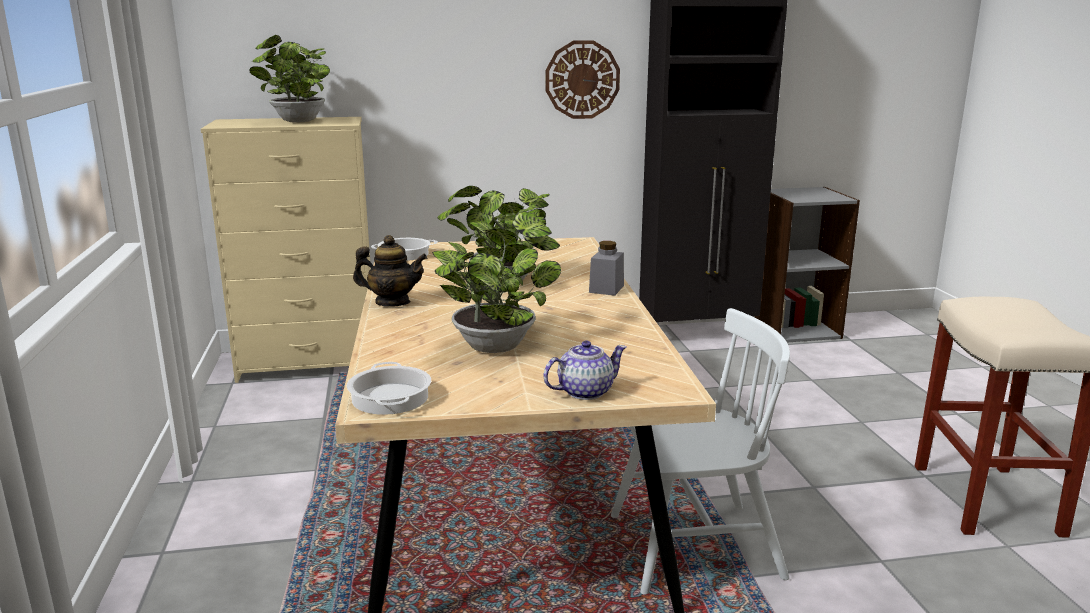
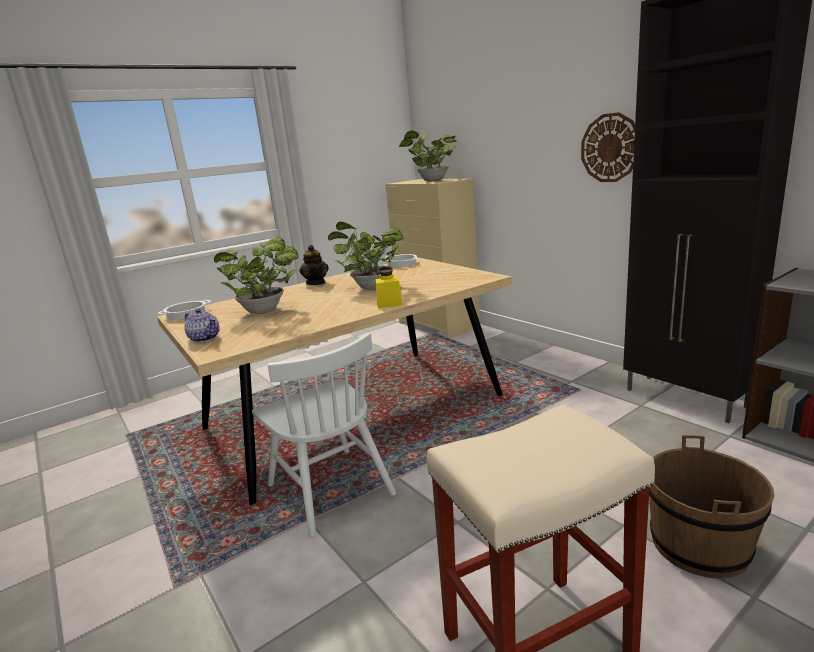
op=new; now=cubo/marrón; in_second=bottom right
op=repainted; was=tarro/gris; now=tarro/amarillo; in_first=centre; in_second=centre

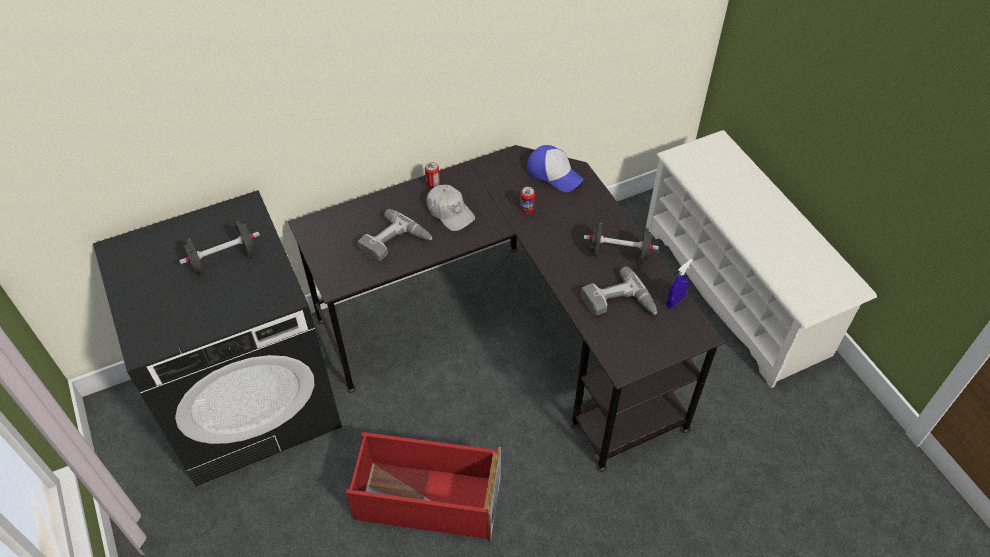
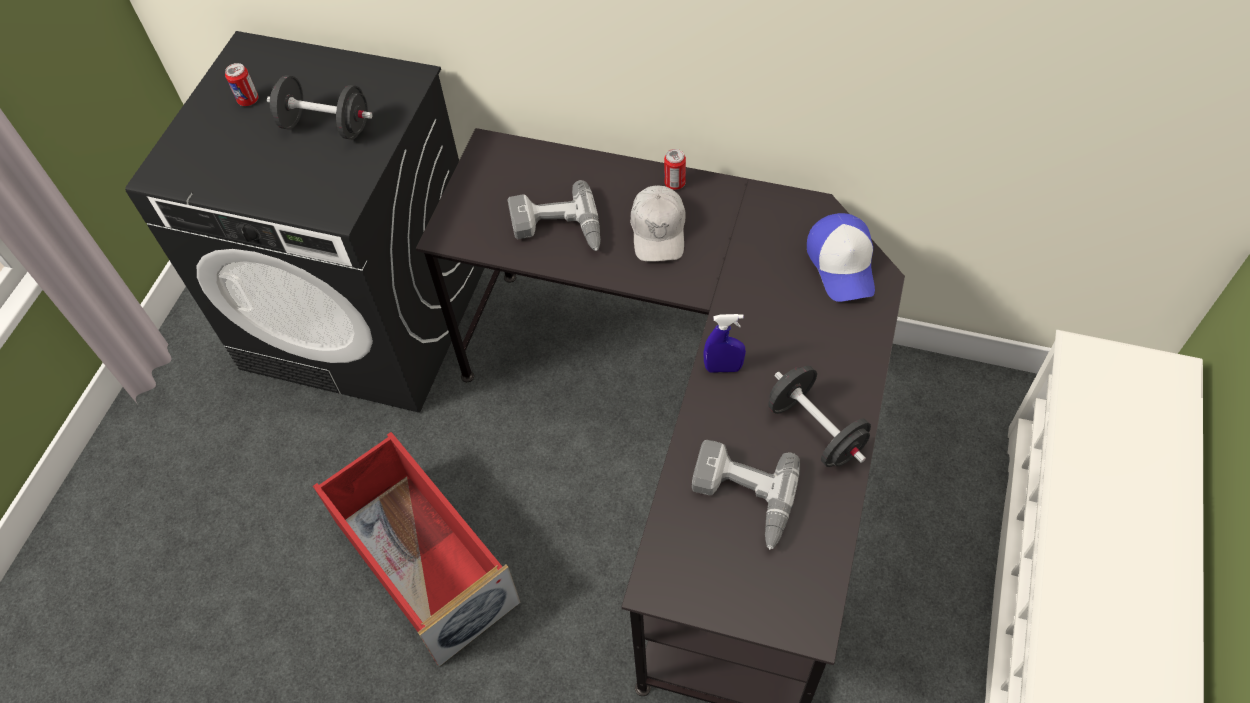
op=shifted; was=lata (no. 2 from left in the first image); now=lata (no. 1 from left); in_first=centre; in_second=top left
op=shifted; was=pulverizador/azul; in_first=middle right; in_second=centre

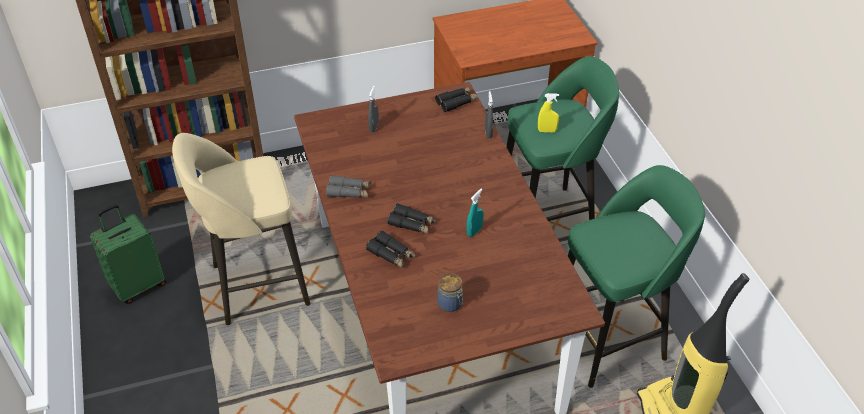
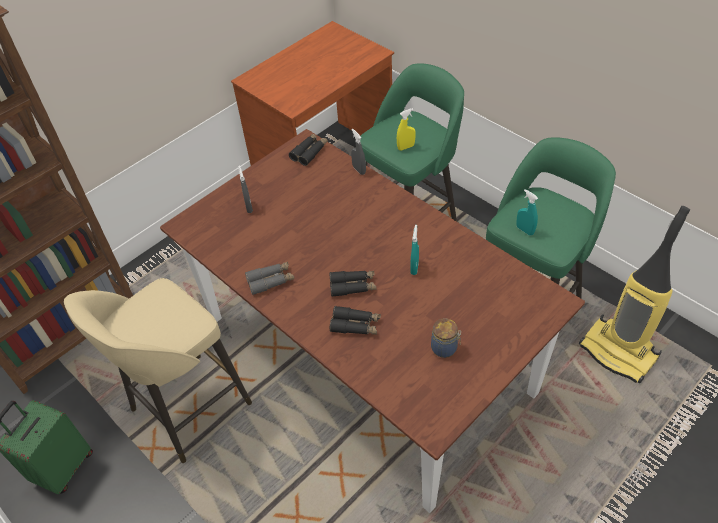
op=new; now=pulverizador/turquesa (no. 2 from left); in_second=middle right

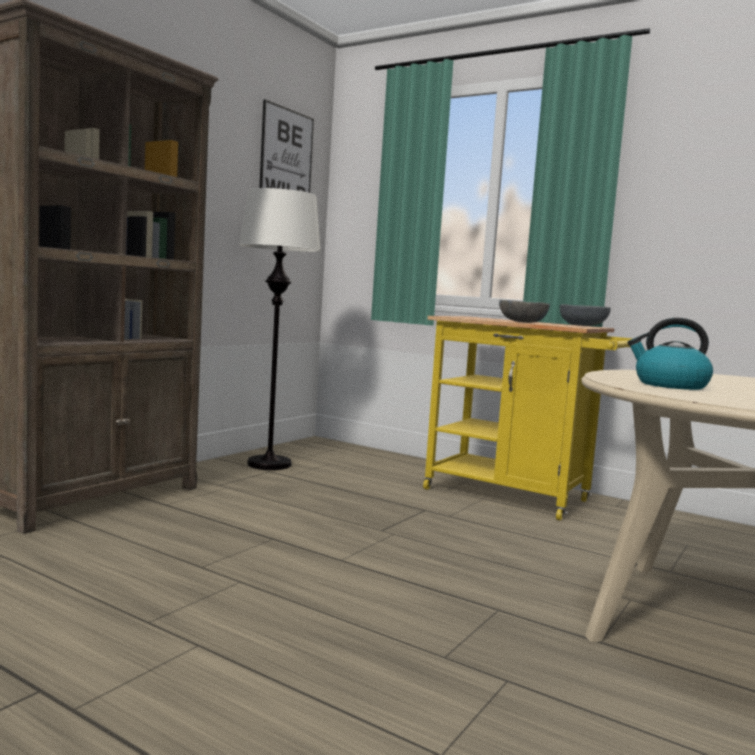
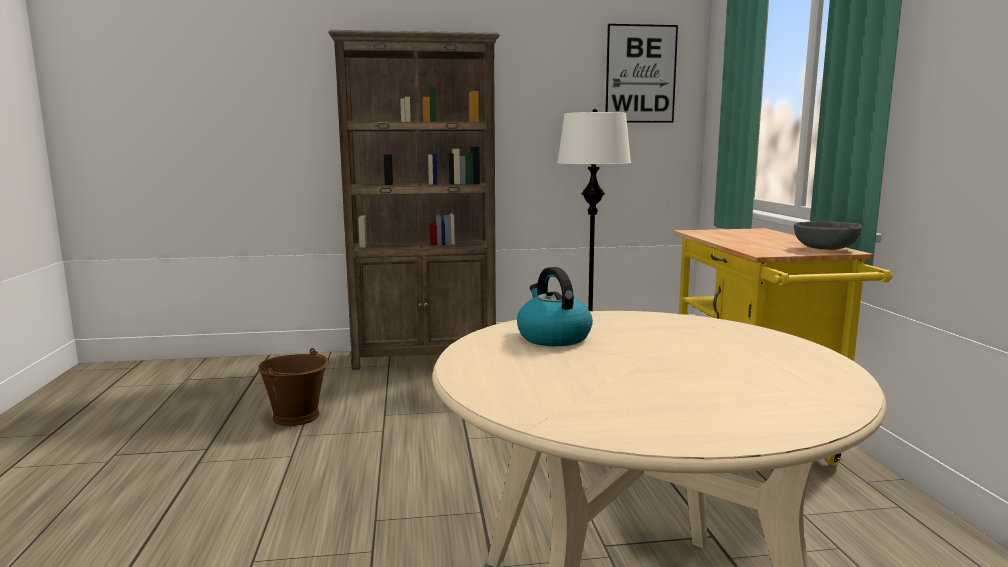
op=gone; was=cuenco/gris (no. 1 from left); in_first=middle right
op=new; now=cubo/marrón; in_second=bottom left

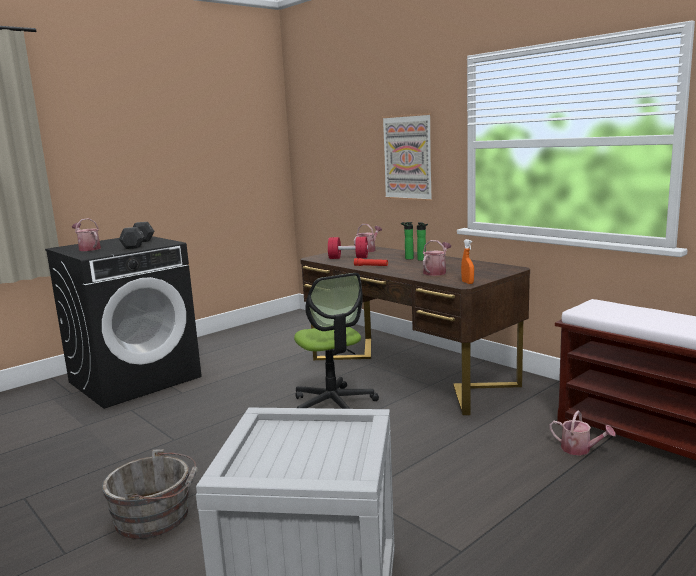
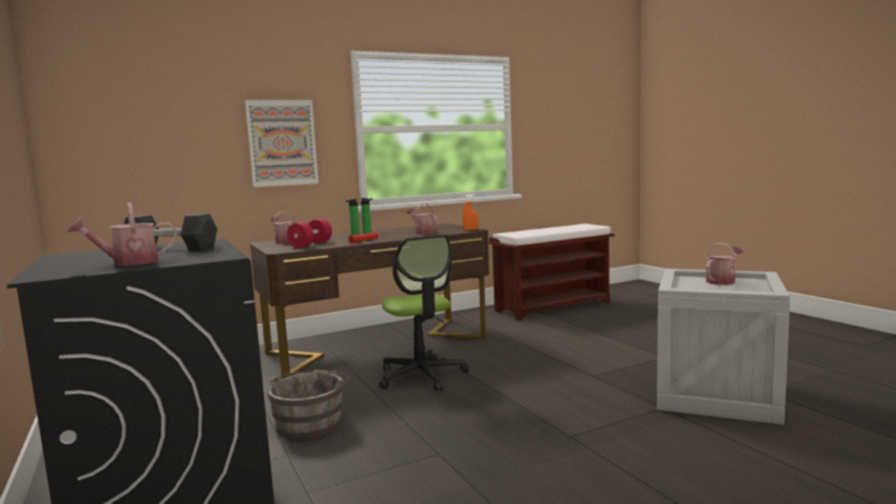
op=shifted; was=cubo/gris; in_first=bottom left; in_second=bottom centre
op=shifted; was=regadera (no. 4 from left); in_first=bottom right; in_second=middle right
op=rotated; was=silla de oficina; in_first=centre; in_second=centre; clockwise=75

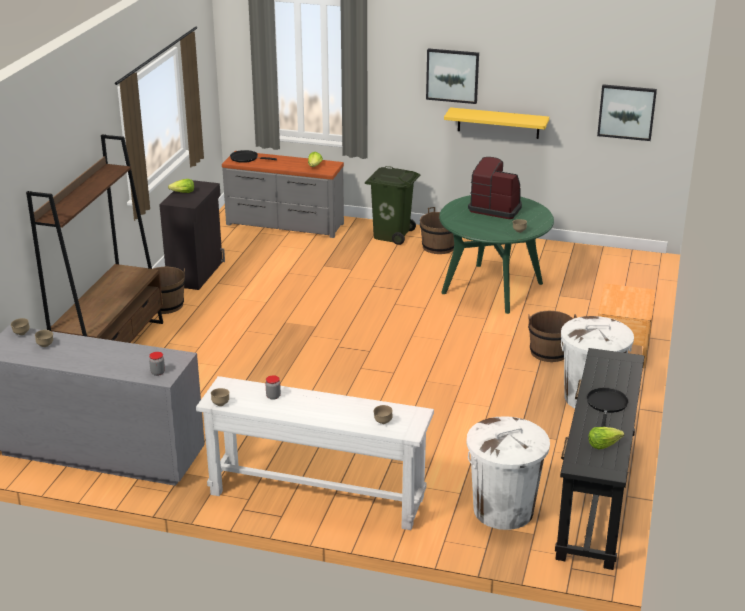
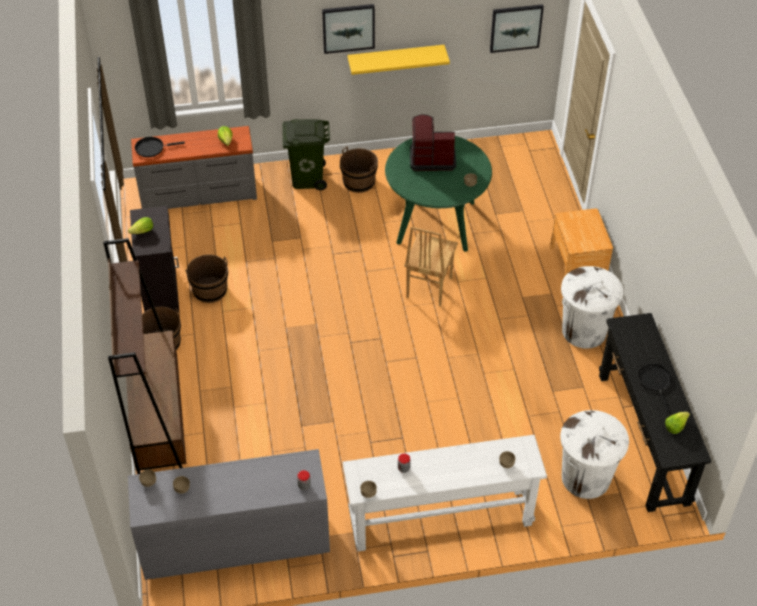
op=new; now=silla/marrón; in_second=centre
op=shifted; was=cubo/marrón (no. 3 from left in the first image); now=cubo/marrón (no. 2 from left); in_first=middle right; in_second=middle left

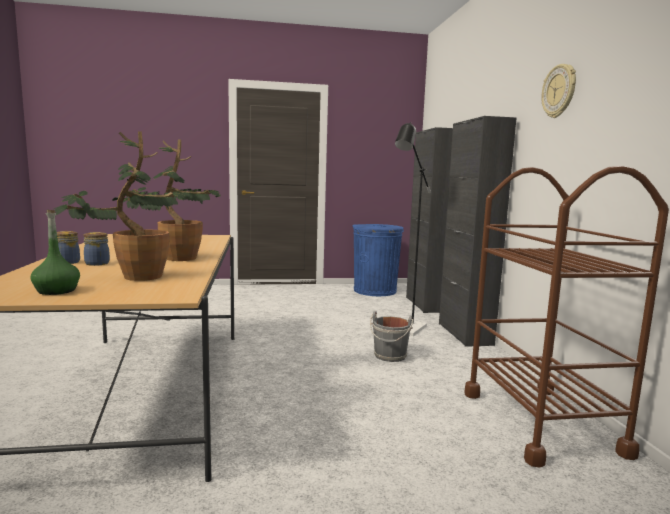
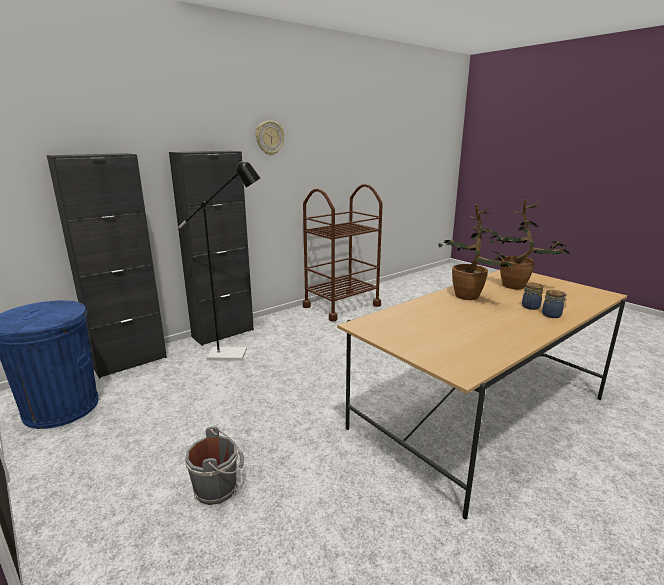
op=gone; was=botella/verde; in_first=middle left
op=shifted; was=cubo/gris; in_first=centre; in_second=bottom left

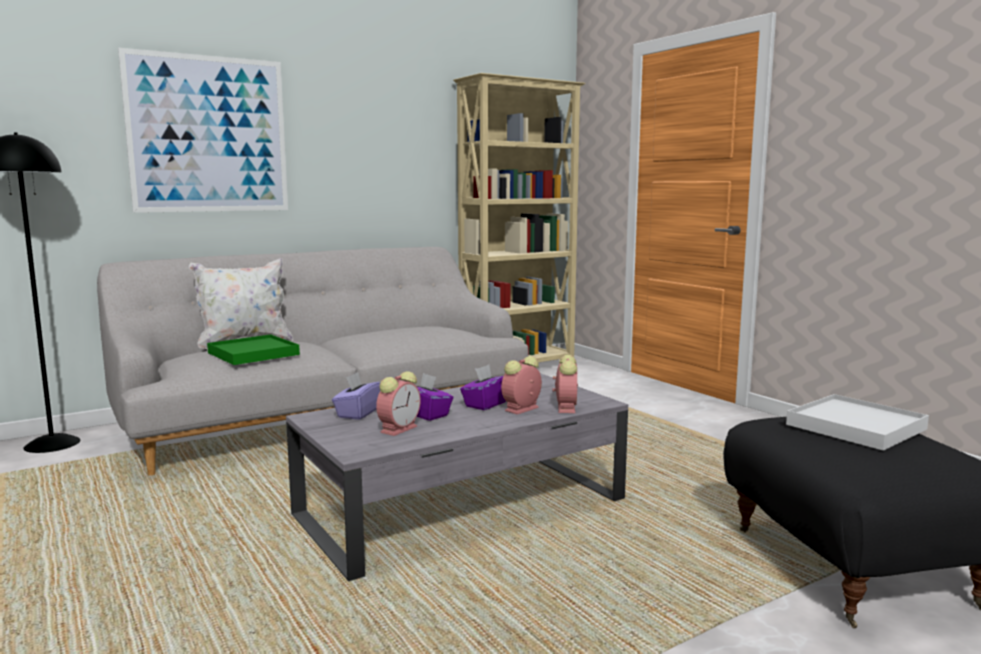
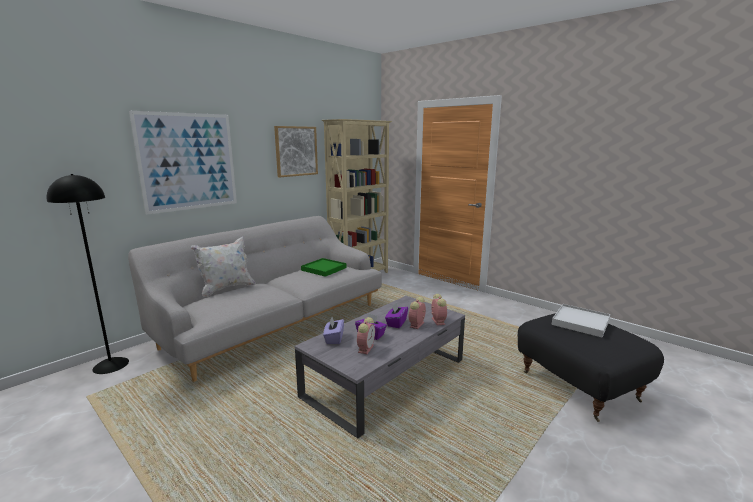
op=new; now=cuadro (no. 2 from left); in_second=top centre
op=shifted; was=bandeja/verde; in_first=middle left; in_second=centre

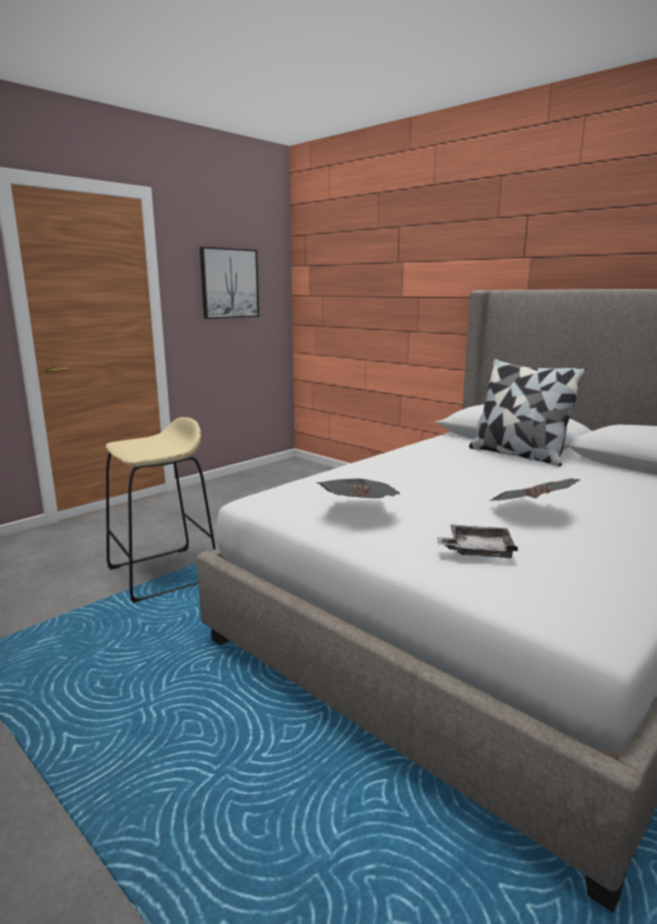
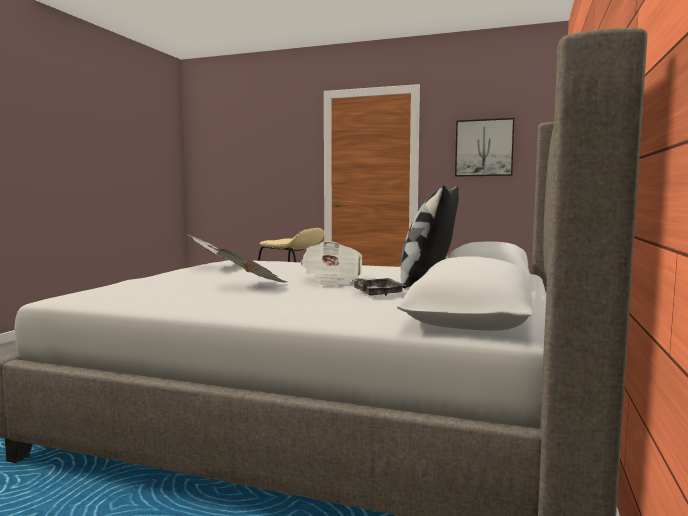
op=new; now=periódico (no. 3 from left); in_second=centre
op=shifted; was=bandeja/gris; in_first=middle right; in_second=centre

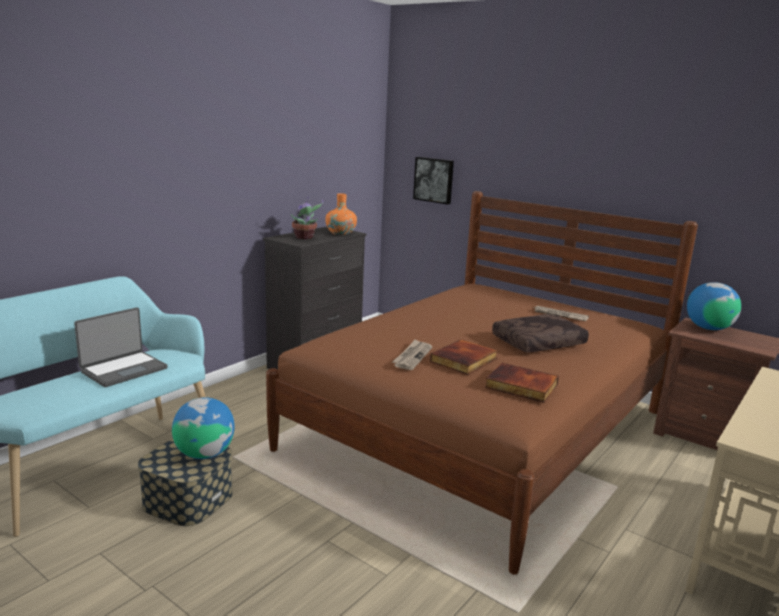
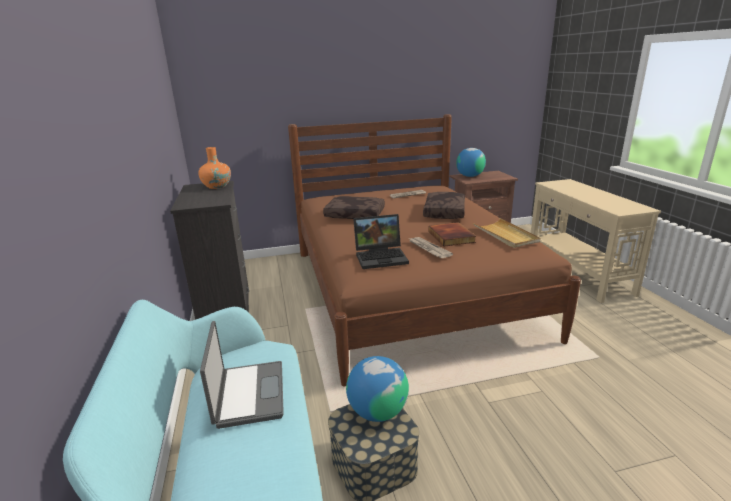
op=gone; was=planta en maceta; in_first=centre
op=gone; was=cuadro; in_first=top centre
op=new; now=cojín/marrón (no. 1 from left); in_second=centre
op=new; now=portátil (no. 2 from left); in_second=centre
op=swapped; was=libro (no. 2 from left); now=bandeja/beis; in_first=middle right; in_second=middle right

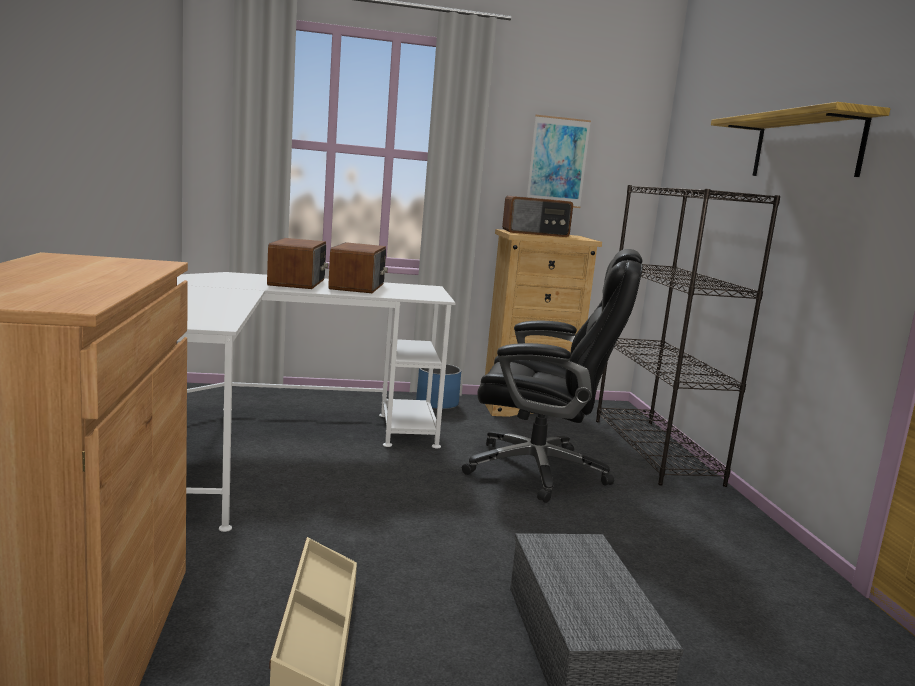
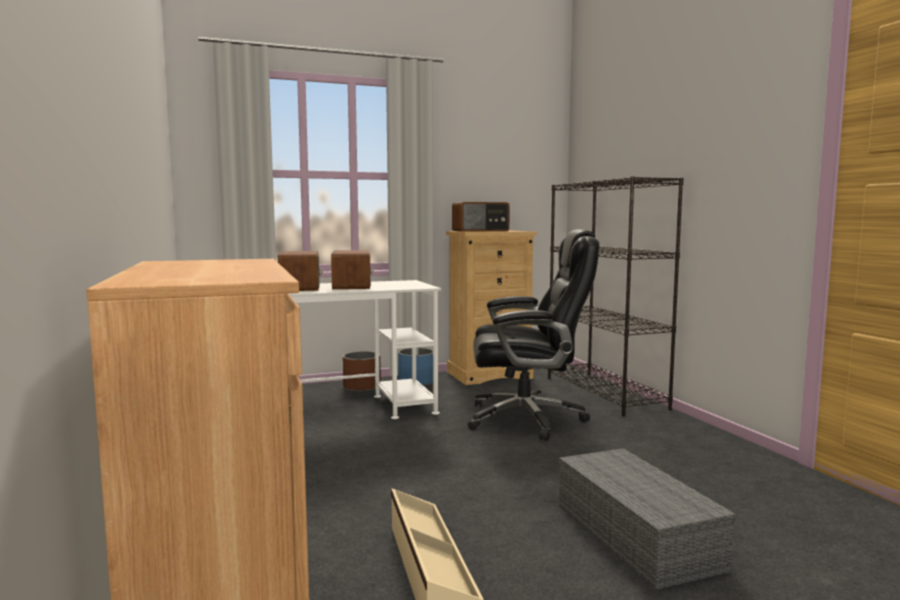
op=gone; was=cuadro; in_first=top centre
op=gone; was=estante; in_first=top right
op=new; now=maceta/marrón; in_second=centre

